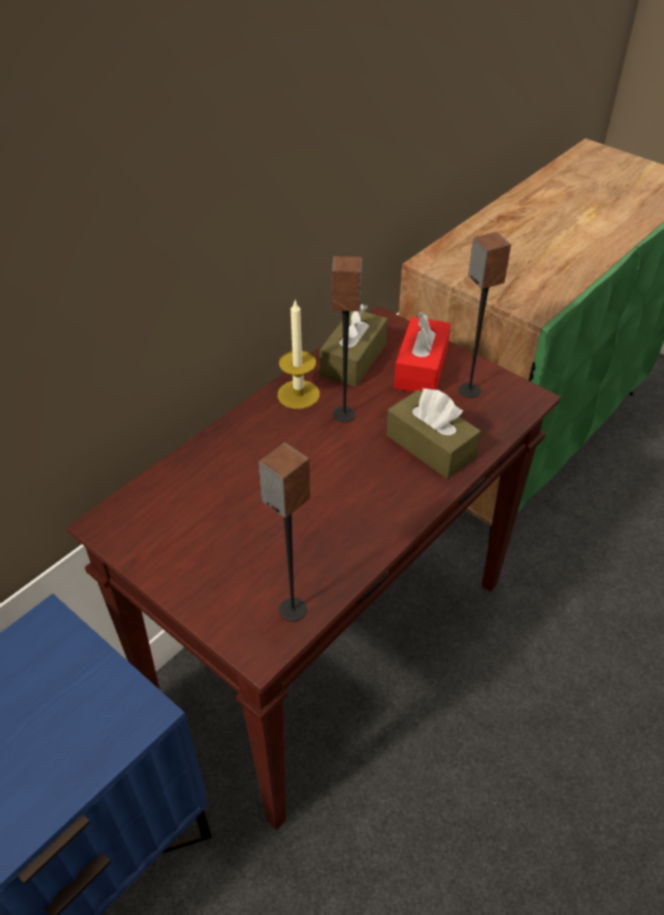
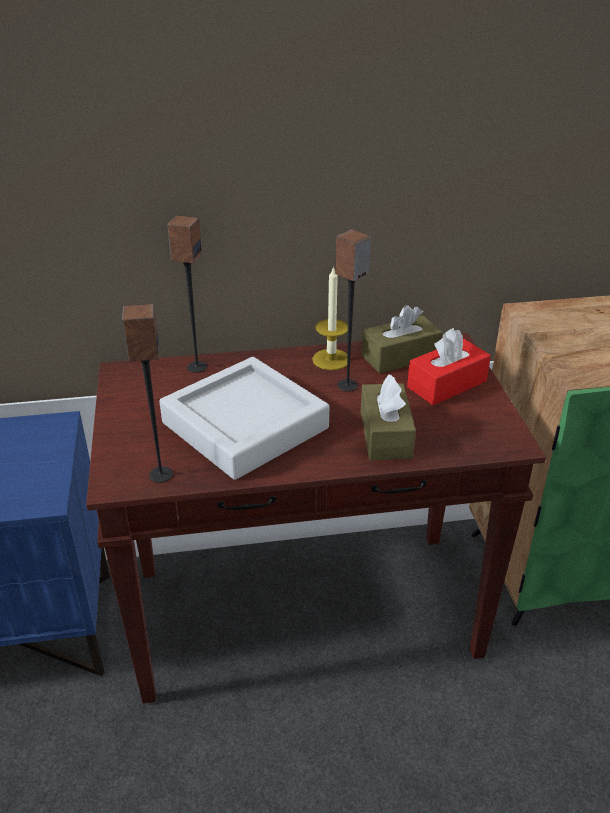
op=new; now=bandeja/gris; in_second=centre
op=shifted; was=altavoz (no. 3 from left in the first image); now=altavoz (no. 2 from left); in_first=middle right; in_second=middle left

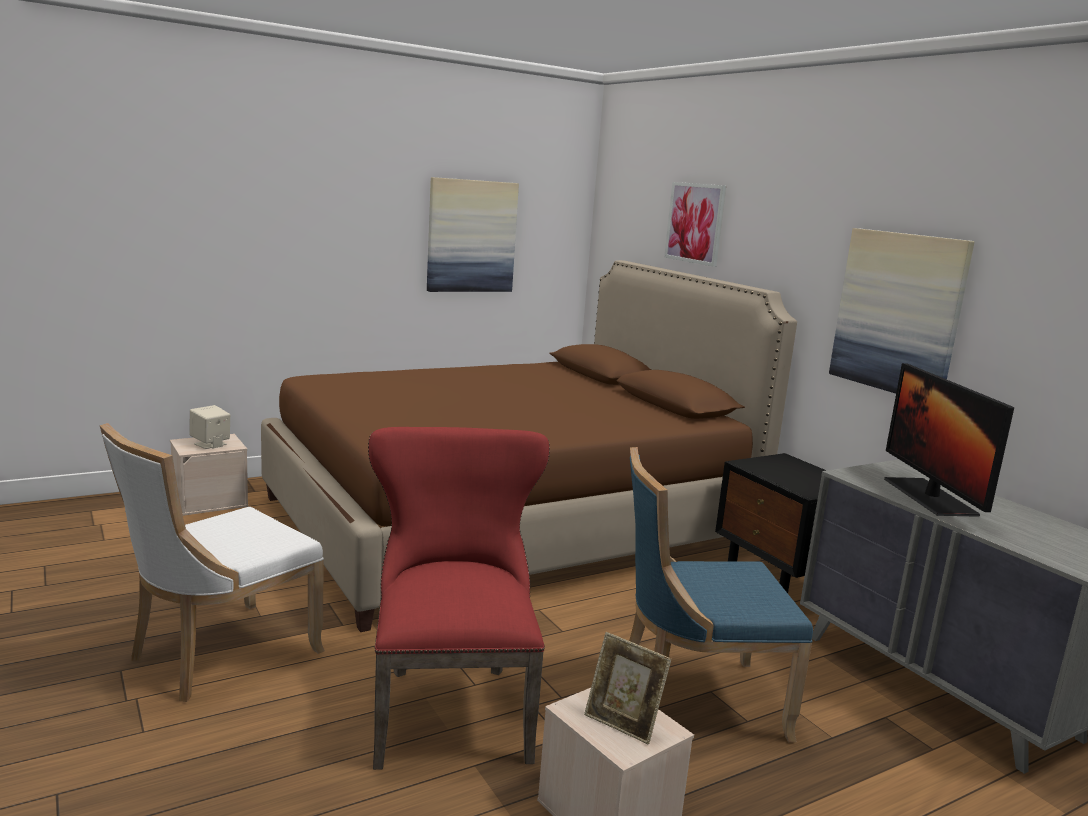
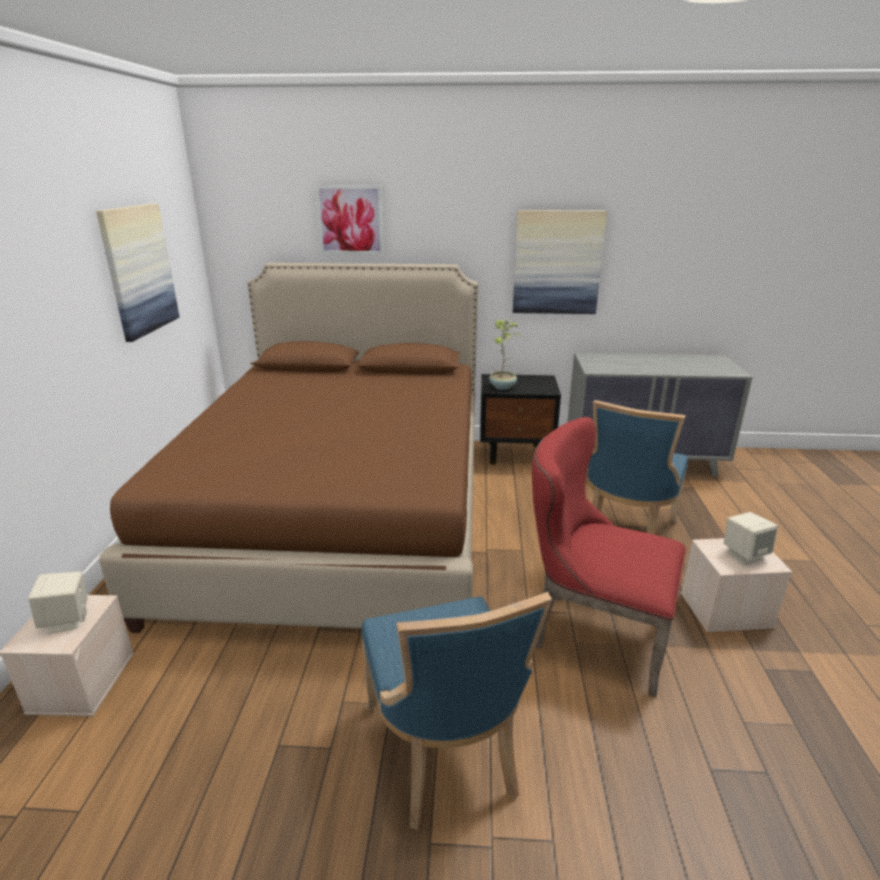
op=gone; was=monitor; in_first=middle right
op=new; now=planta en maceta; in_second=centre
op=swapped; was=portarretratos; now=altavoz/beis (no. 2 from left); in_first=bottom centre; in_second=middle right
op=repainted; was=silla/blanco; now=silla/azul (no. 1 from left); in_first=bottom left; in_second=bottom centre

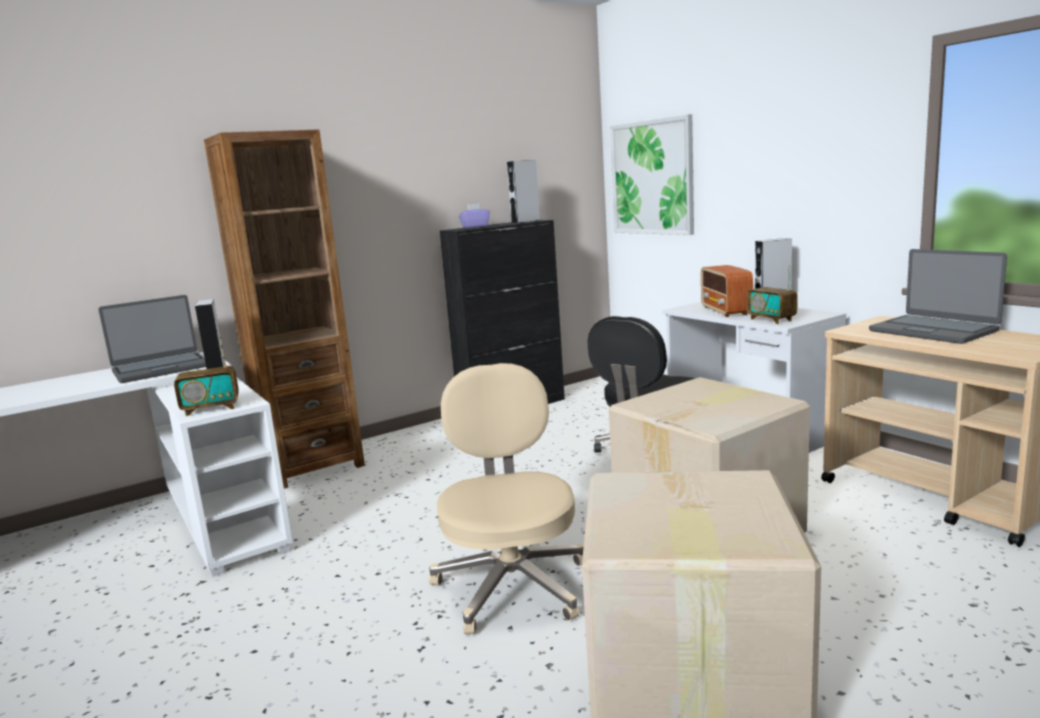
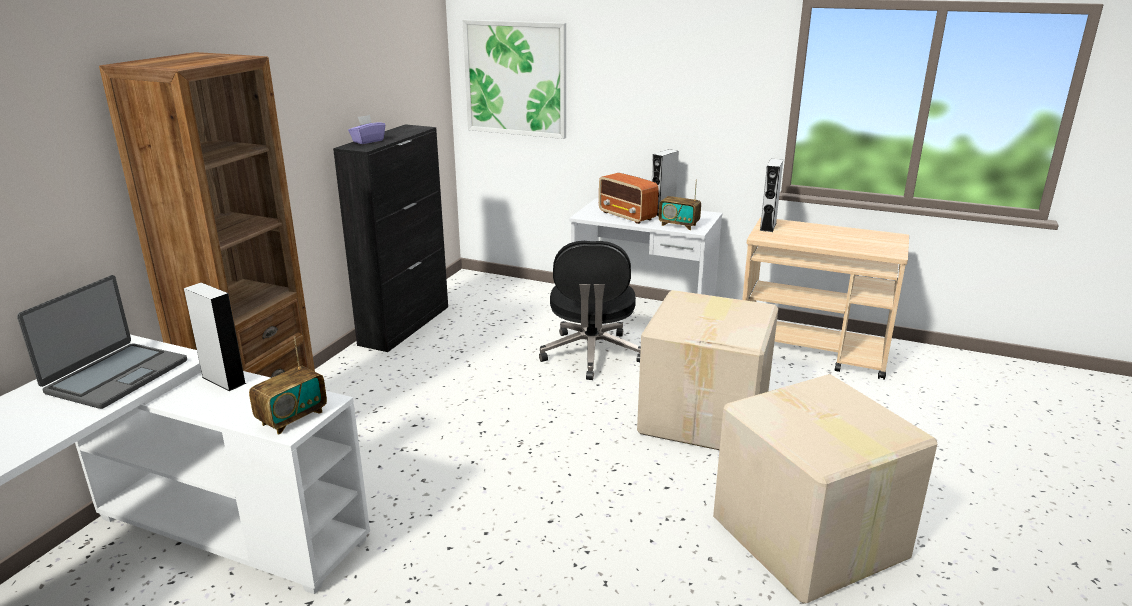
op=gone; was=silla de oficina/beis; in_first=bottom centre
op=gone; was=portátil (no. 2 from left); in_first=middle right
op=shifted; was=altavoz/gris (no. 2 from left in the first image); now=altavoz/gris (no. 3 from left); in_first=top centre; in_second=top right

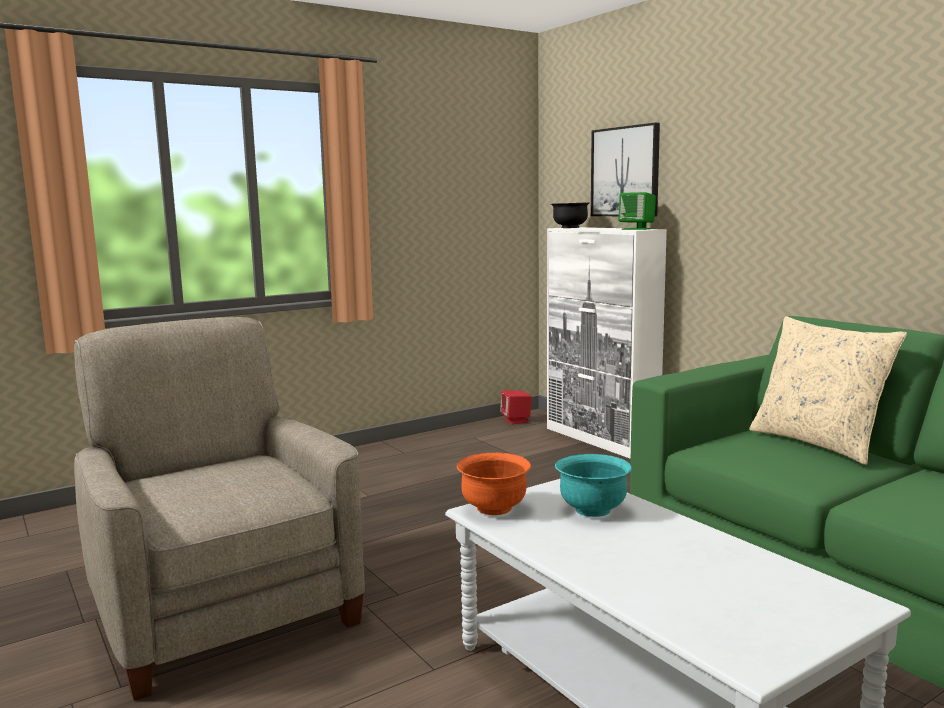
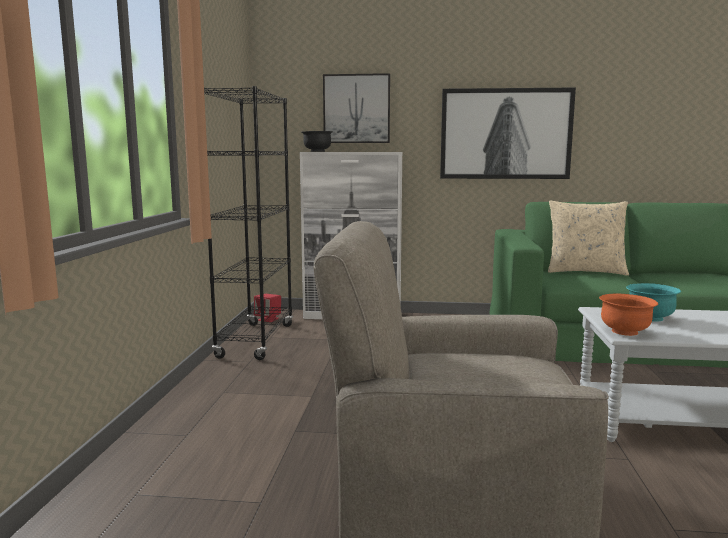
op=gone; was=altavoz/verde; in_first=top right
op=new; now=estantería/negro; in_second=centre
op=new; now=cuadro (no. 2 from left); in_second=top right

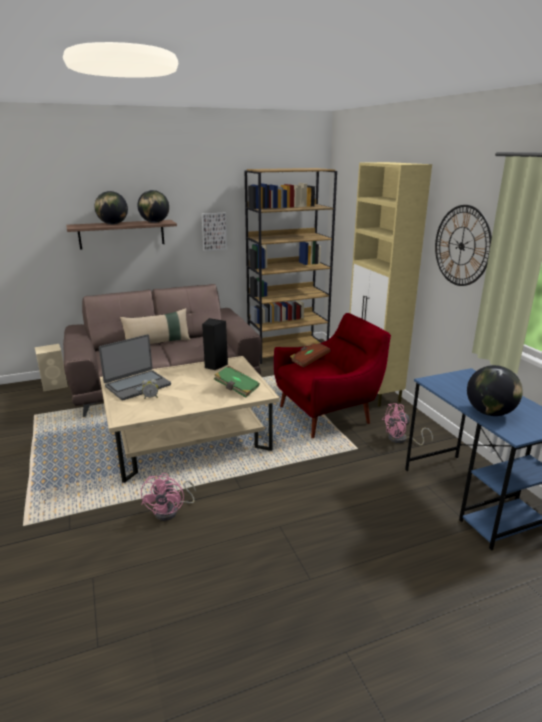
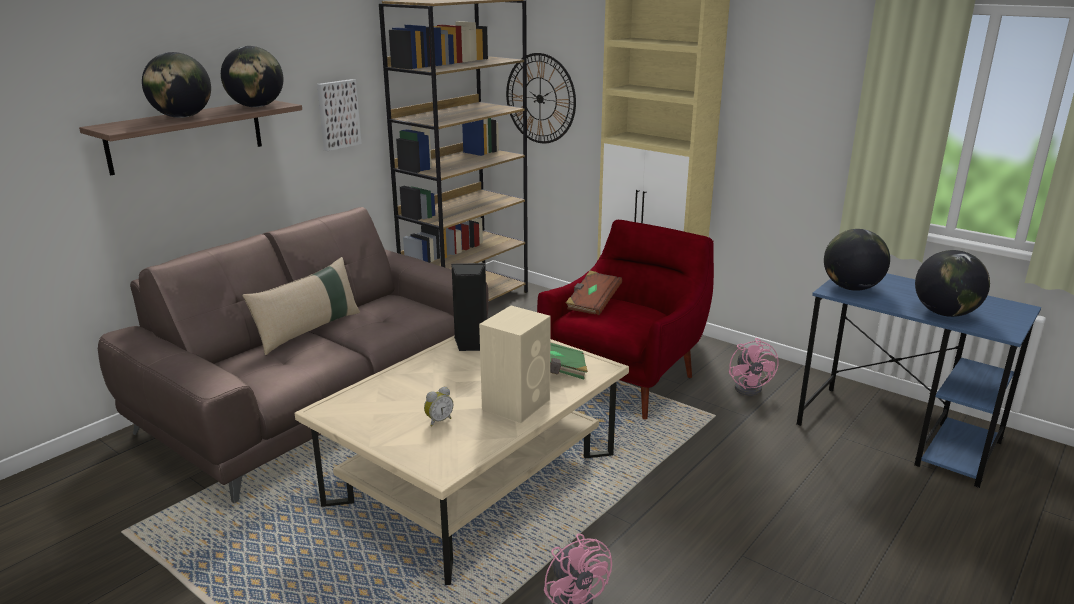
op=gone; was=portátil; in_first=middle left
op=new; now=globo terráqueo (no. 3 from left); in_second=middle right
op=shifted; was=altavoz/beis; in_first=middle left; in_second=centre
op=shifted; was=reloj de pared; in_first=middle right; in_second=top centre
op=rotated; was=ventilador/rosa (no. 2 from left); in_first=middle right; in_second=middle right; clockwise=-45

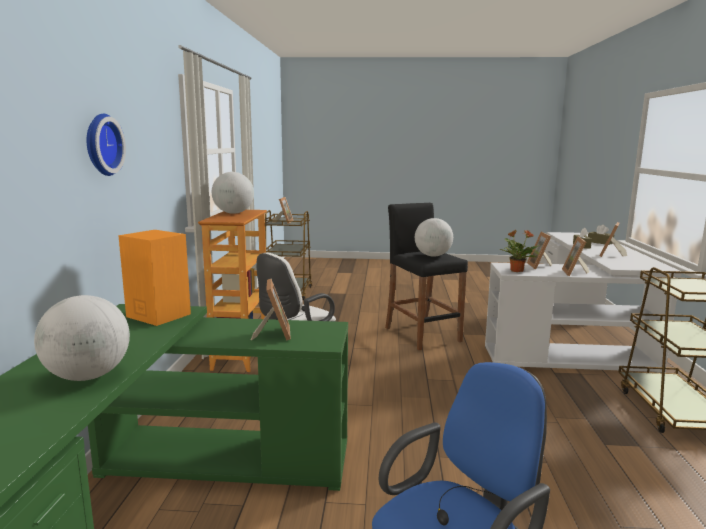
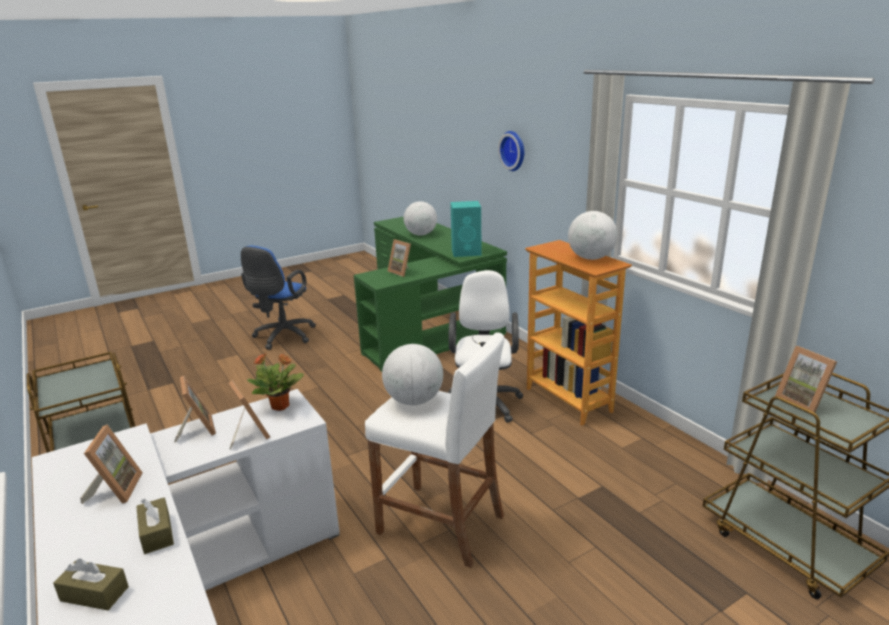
op=repainted; was=altavoz/naranja; now=altavoz/turquesa; in_first=middle left; in_second=centre
op=repainted; was=taburete/negro; now=taburete/blanco; in_first=centre; in_second=bottom centre

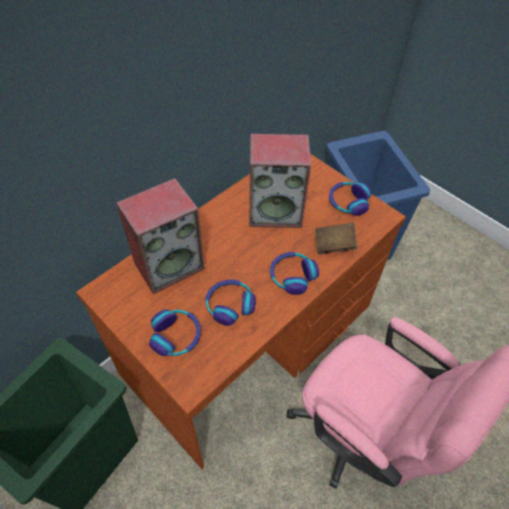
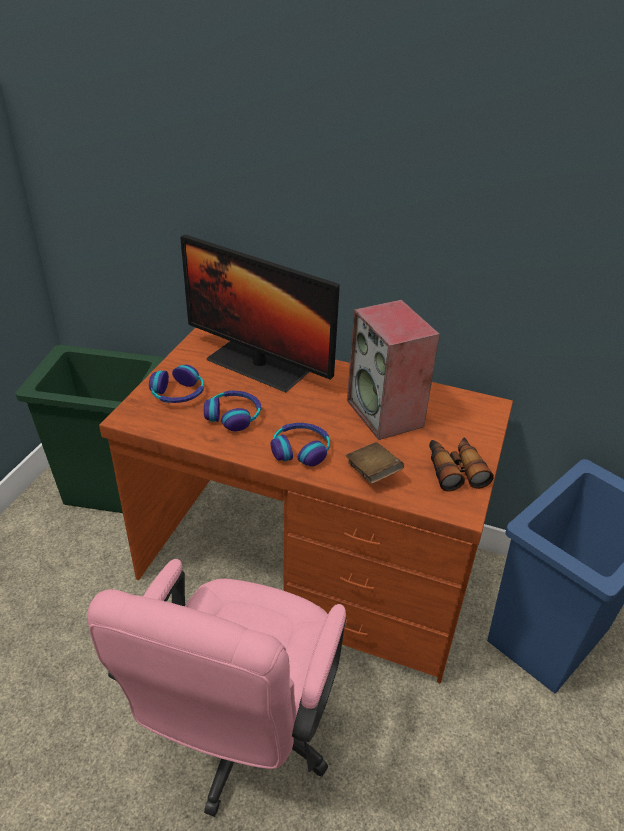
op=swapped; was=altavoz (no. 1 from left); now=monitor; in_first=middle left; in_second=centre
op=swapped; was=auriculares (no. 4 from left); now=prismáticos; in_first=middle right; in_second=middle right

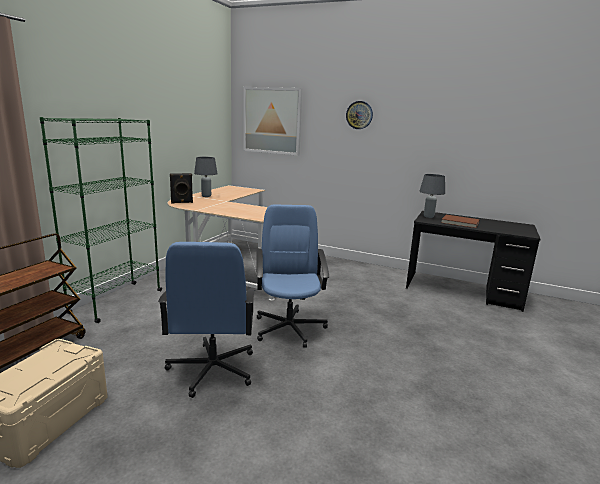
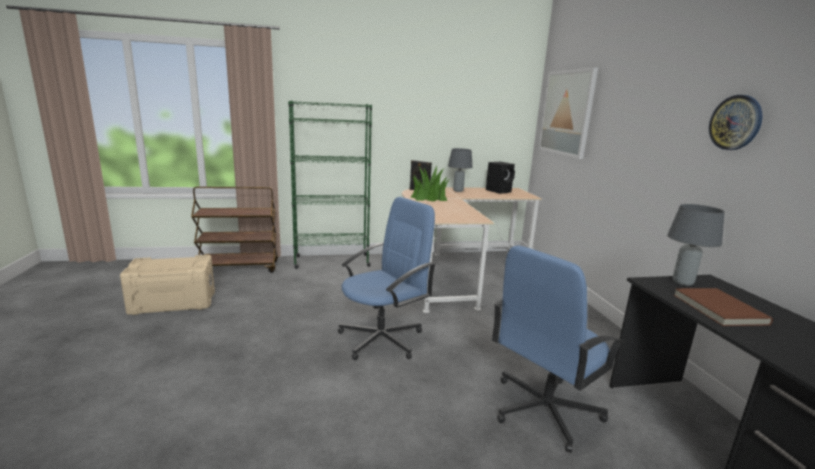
op=new; now=planta en maceta; in_second=centre
op=new; now=altavoz/negro (no. 2 from left); in_second=centre
op=shifted; was=silla de oficina/azul (no. 1 from left in the first image); now=silla de oficina/azul (no. 2 from left); in_first=centre; in_second=bottom right
op=shifted; was=reloj de pared; in_first=top centre; in_second=top right

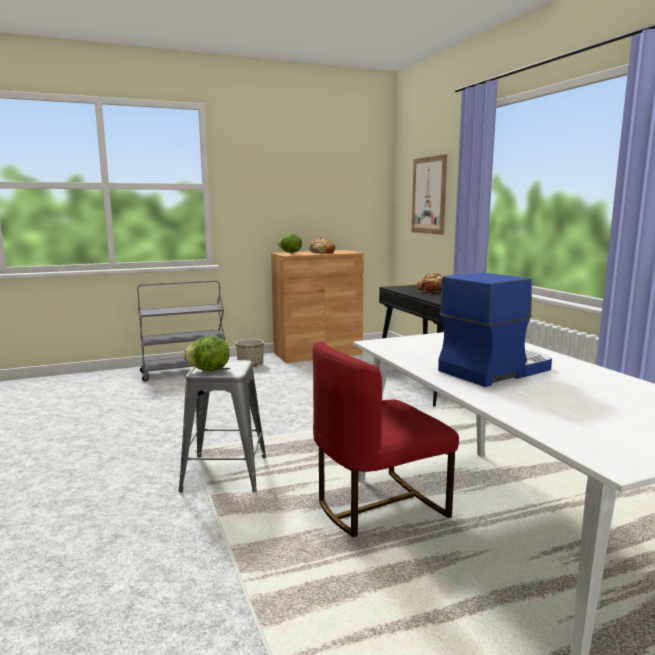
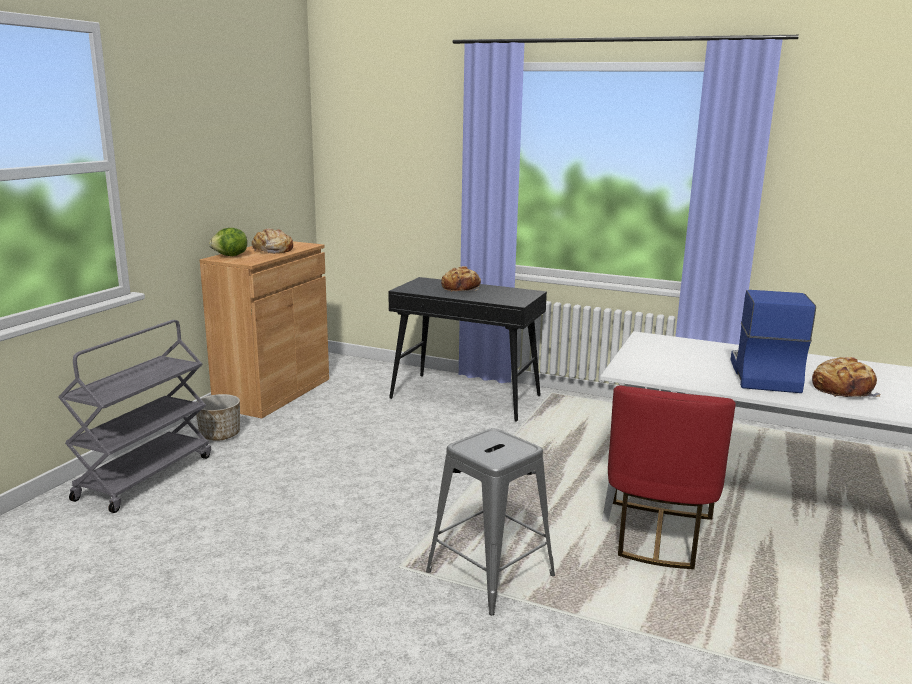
op=gone; was=lechuga (no. 1 from left); in_first=middle left
op=gone; was=cuadro; in_first=top centre
op=new; now=pan (no. 3 from left); in_second=middle right

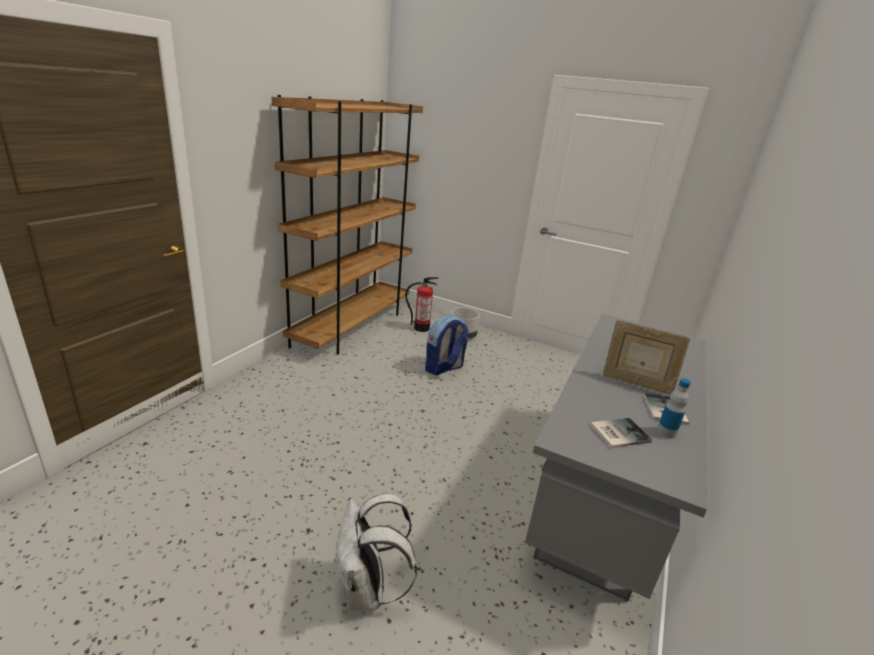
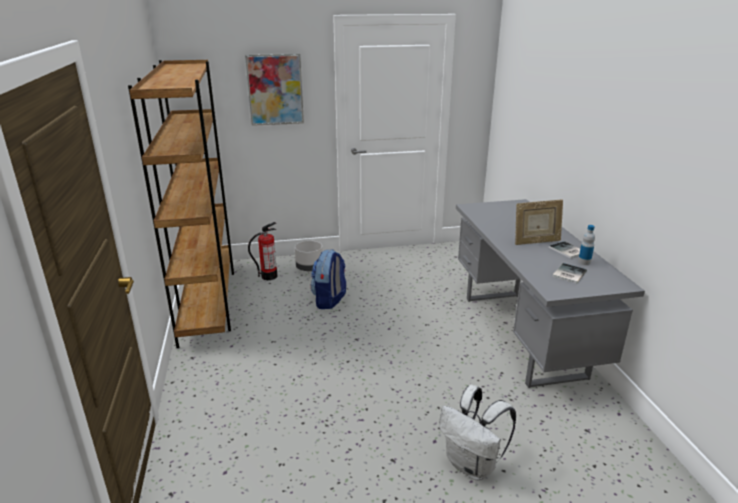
op=new; now=cuadro; in_second=top centre

